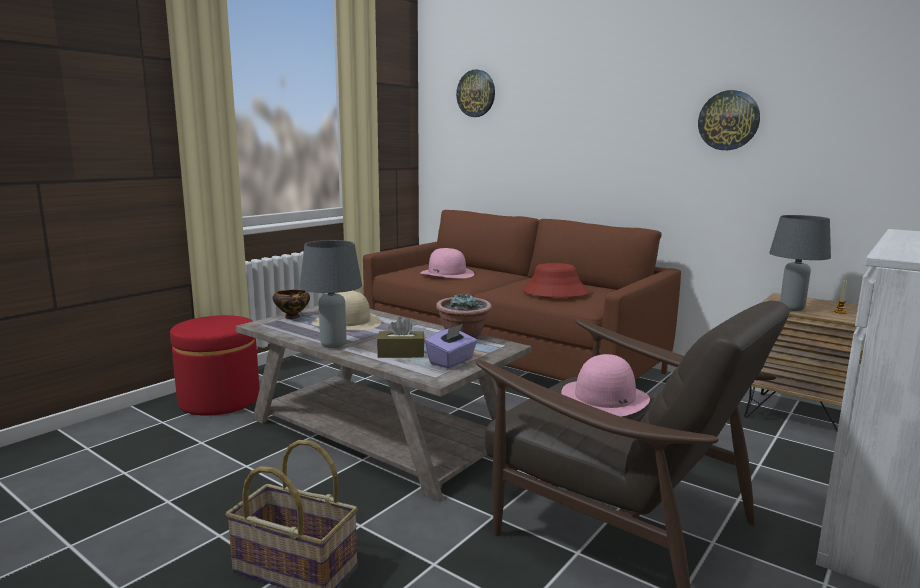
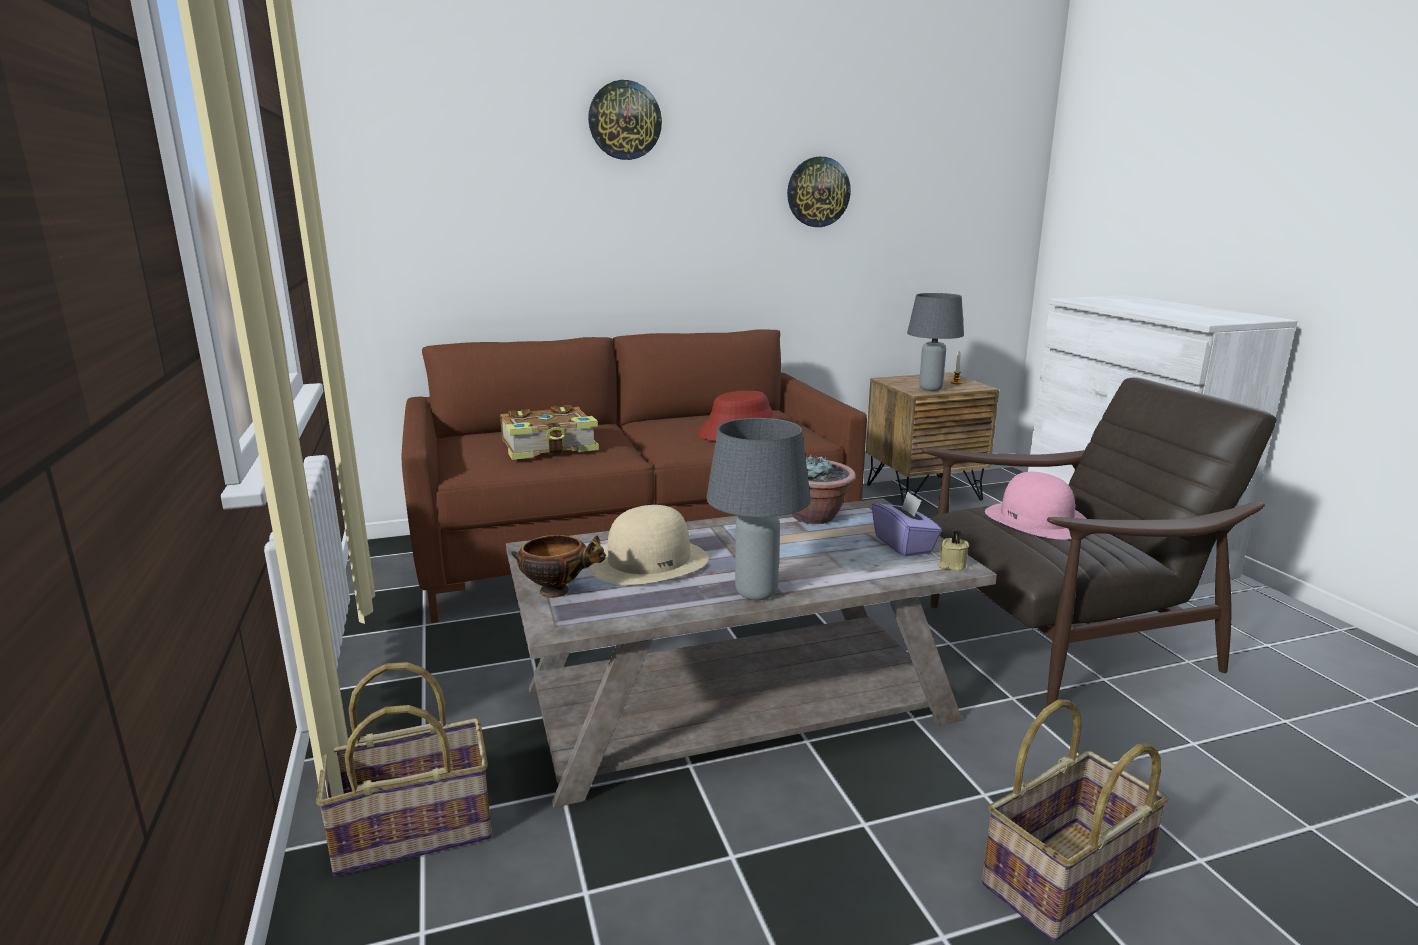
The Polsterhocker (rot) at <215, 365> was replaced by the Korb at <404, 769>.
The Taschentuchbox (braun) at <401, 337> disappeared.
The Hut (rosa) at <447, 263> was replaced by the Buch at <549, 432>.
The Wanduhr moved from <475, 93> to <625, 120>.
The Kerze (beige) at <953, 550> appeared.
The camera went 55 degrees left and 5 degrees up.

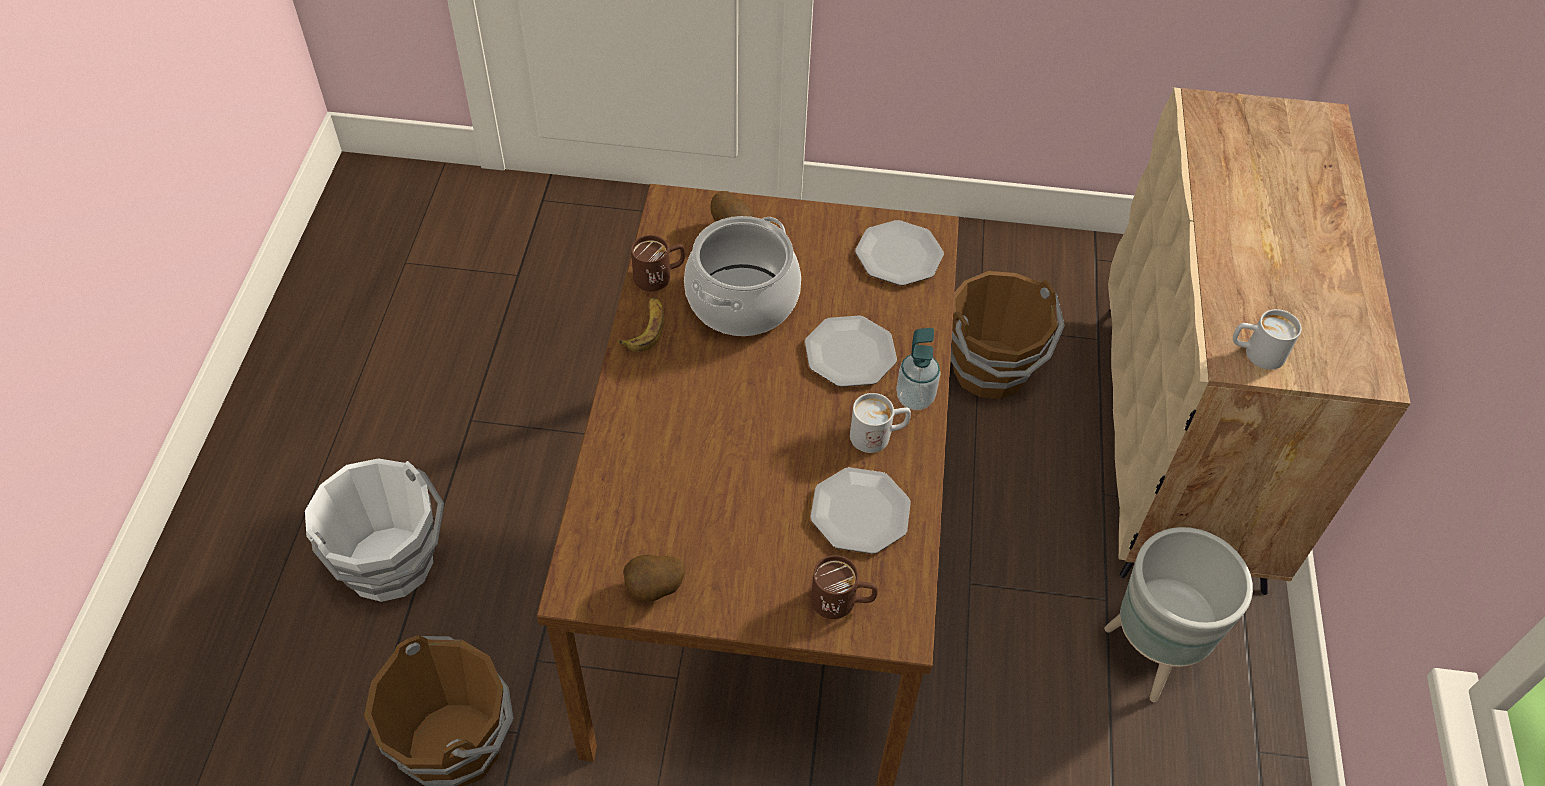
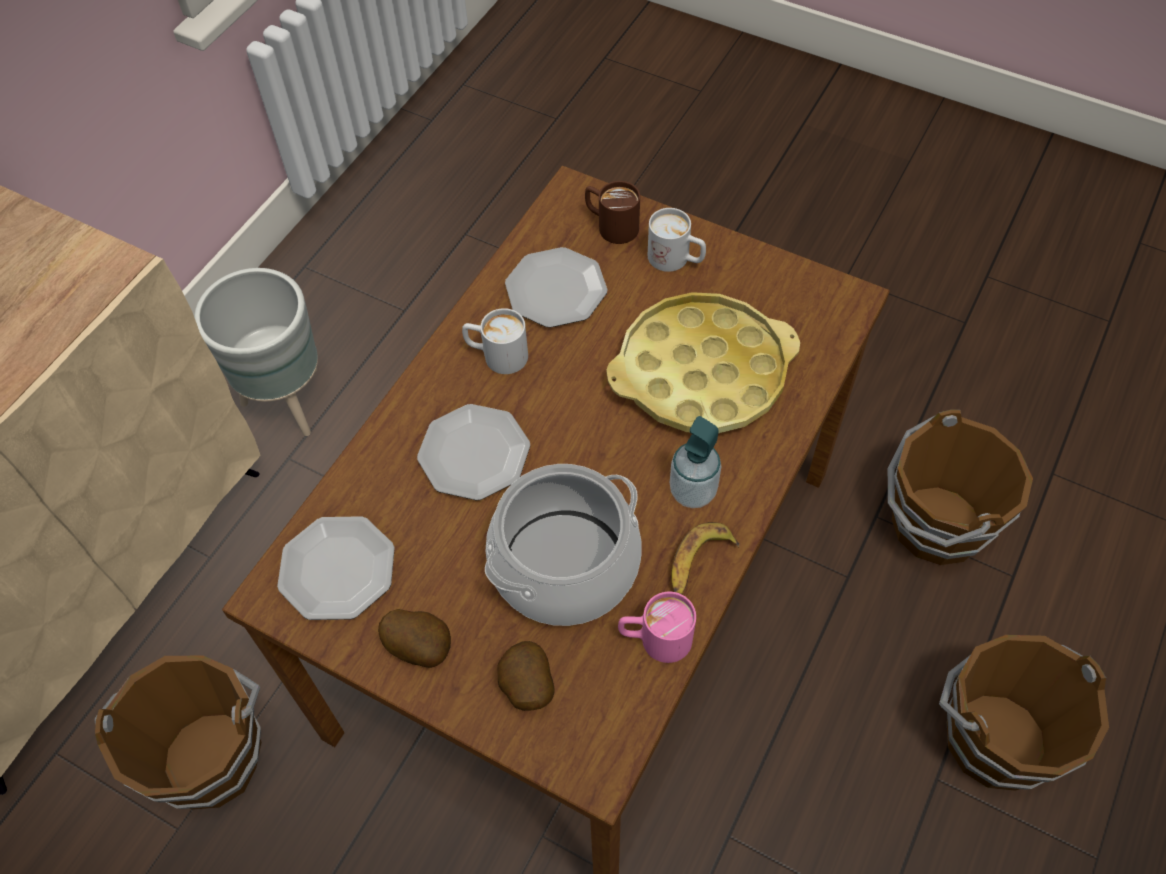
The Eimer (weiß) at <374, 530> became the Eimer (braun) at <1024, 713>.
The Kartoffel moved from <654, 578> to <414, 638>.
The Henkelbecher (braun) at <658, 263> became the Henkelbecher (rosa) at <657, 627>.
The Seifenspender moved from <918, 369> to <695, 462>.
The Henkelbecher (weiß) moved from <1267, 339> to <677, 240>.
The Tablett (gelb) at <703, 362> appeared.
The camera went 155 degrees left and 5 degrees up.

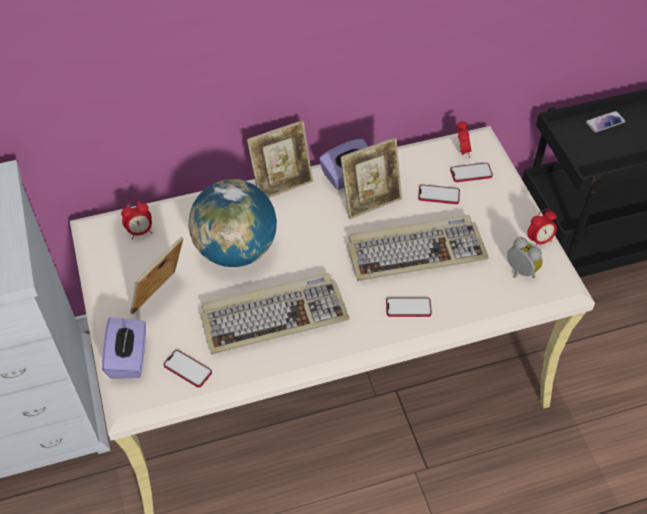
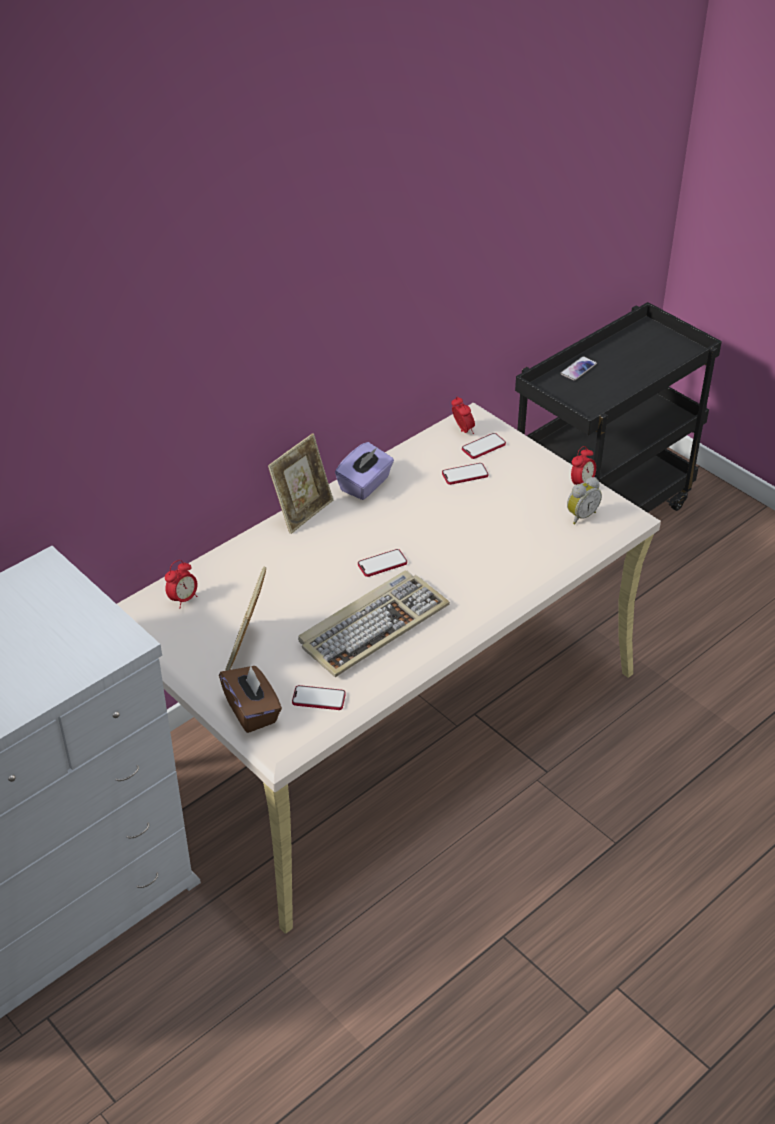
The Taschentuchbox (lila) at <124, 348> became the Taschentuchbox (braun) at <250, 699>.
The Globus at <233, 223> disappeared.
The Bilderrahmen at <371, 178> disappeared.
The Tastatur at <418, 248> disappeared.
The Handy moved from <409, 307> to <382, 563>.
The Wecker at <525, 257> turned 120 degrees clockwise.
The camera went 25 degrees left and 10 degrees down.

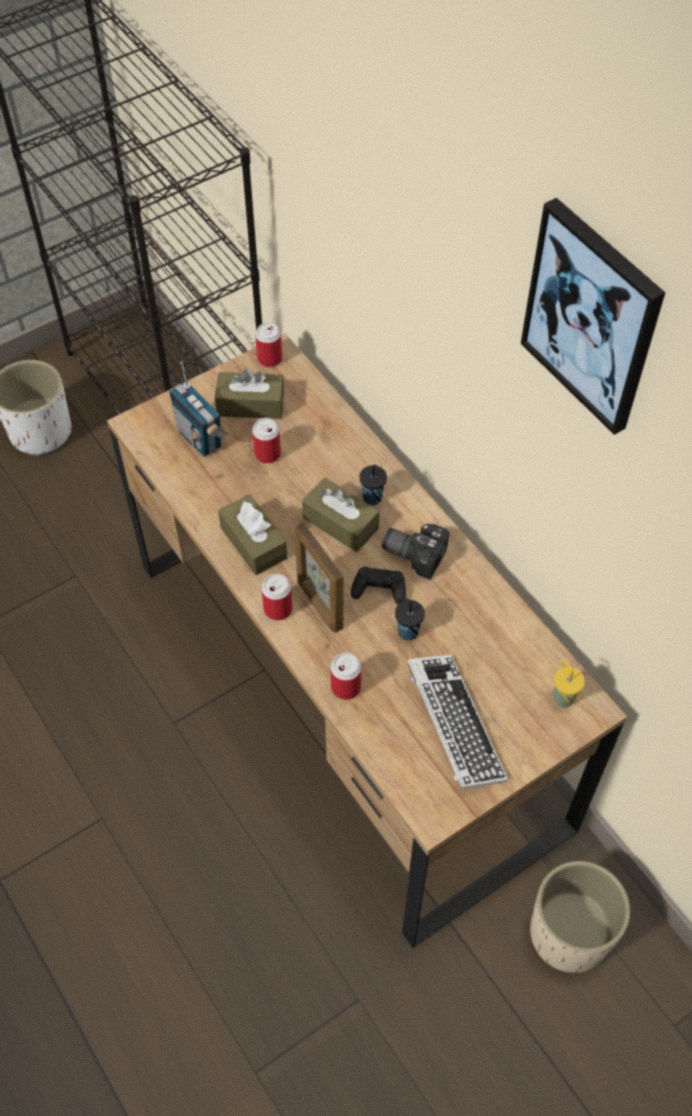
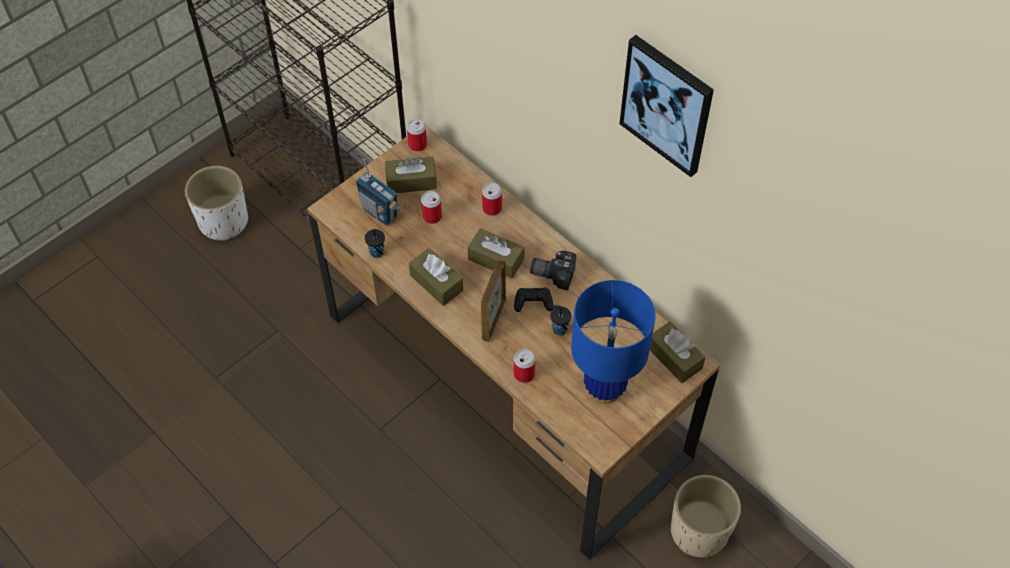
The Dose moved from <276, 597> to <492, 199>.
The Bilderrahmen at <319, 577> turned 60 degrees clockwise.
The Tasse (schwarz) moved from <373, 485> to <375, 243>.
The Tastatur at <457, 722> was replaced by the Tischlampe (blau) at <613, 342>.
The Tasse (gelb) at <569, 684> was replaced by the Taschentuchbox (braun) at <677, 352>.
The camera went 10 degrees left and 0 degrees up.

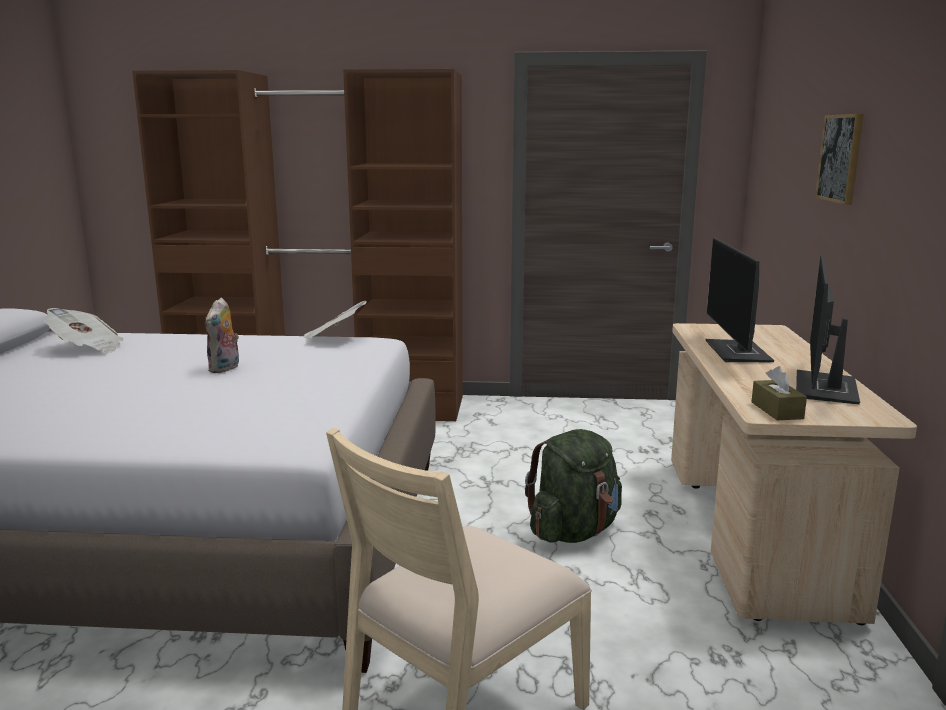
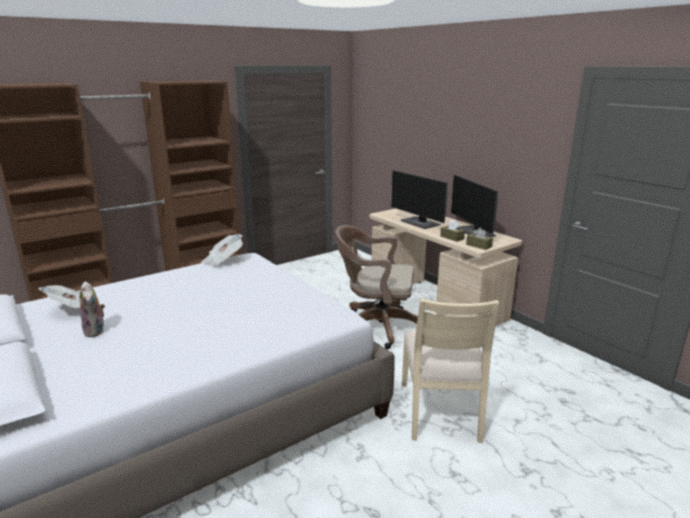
The Plüschtier moved from <222, 335> to <92, 309>.
The Rucksack (grün) at <573, 486> was replaced by the Bürostuhl (braun) at <376, 287>.
The Bild at <839, 159> disappeared.
The Taschentuchbox (braun) at <452, 231> appeared.
The camera went 40 degrees left and 5 degrees up.

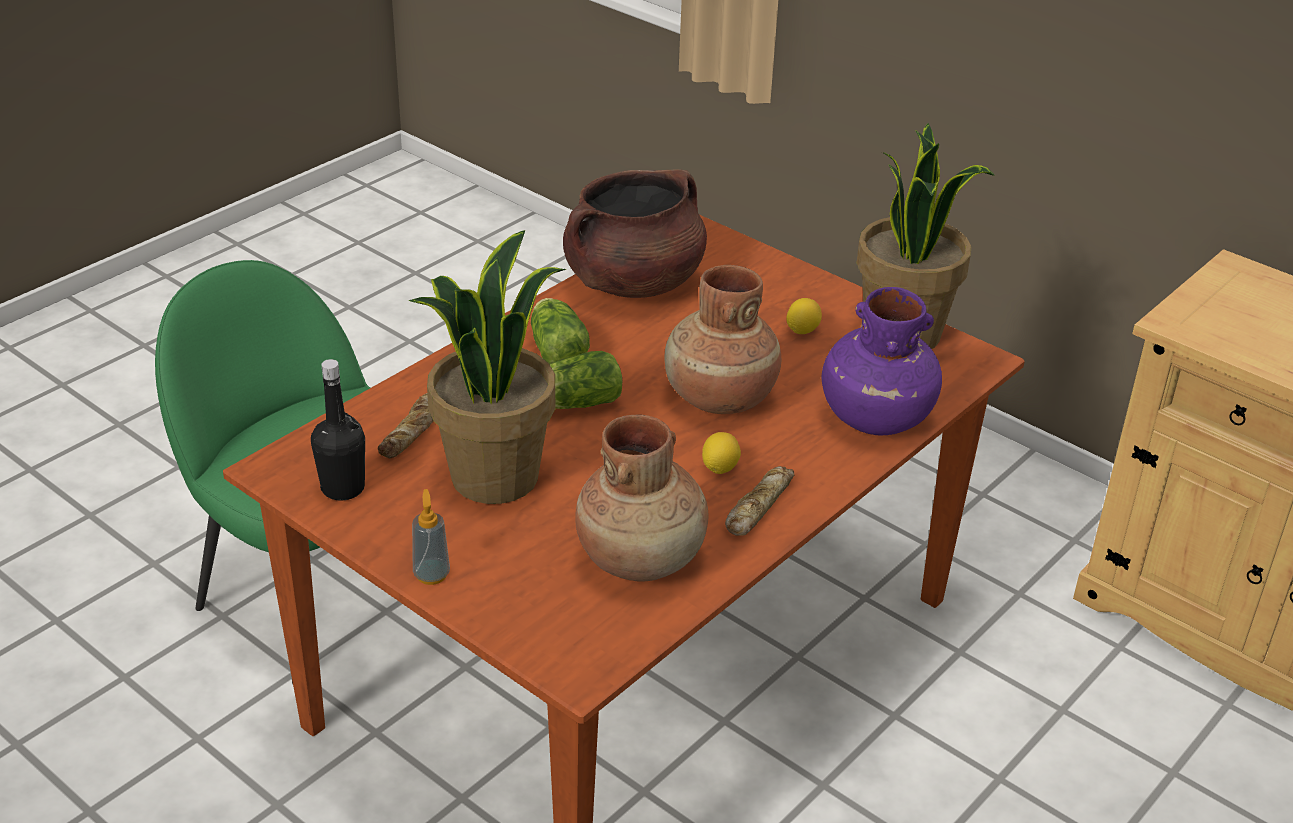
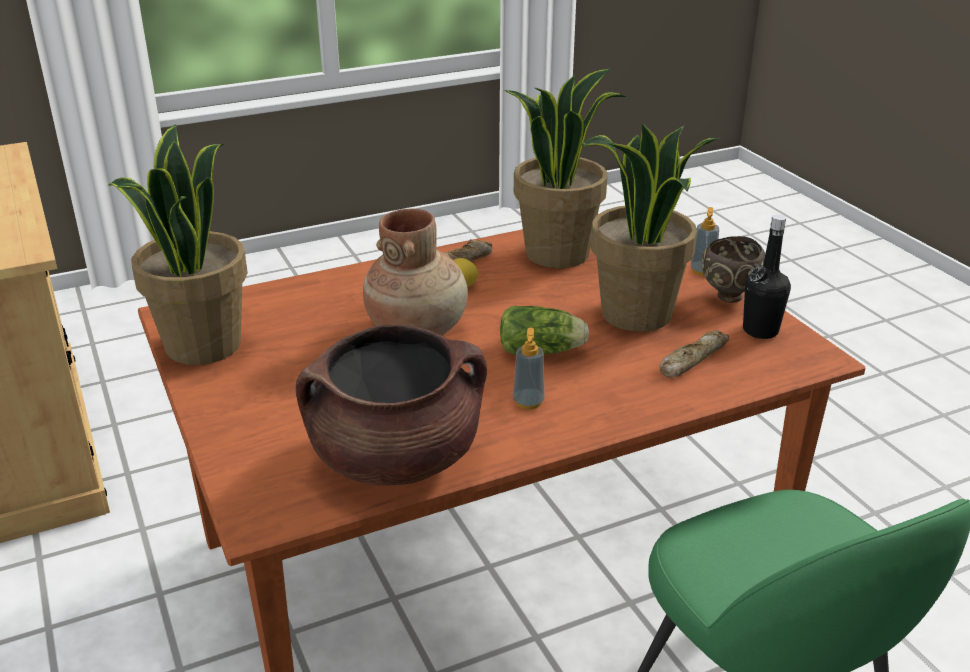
The Salatkopf at <560, 331> was replaced by the Seifenspender at <529, 369>.
The Vase (braun) at <641, 498> was replaced by the Topfpflanze at <565, 168>.
The Zitrone at <804, 316> disappeared.
The Vase (lila) at <882, 361> disappeared.
The Schüssel (braun) at <734, 269> appeared.
The camera went 155 degrees left and 5 degrees down.

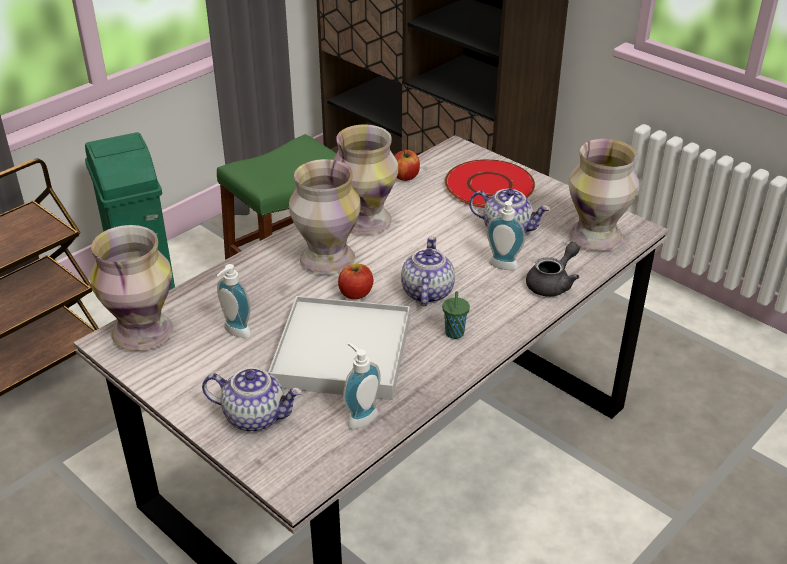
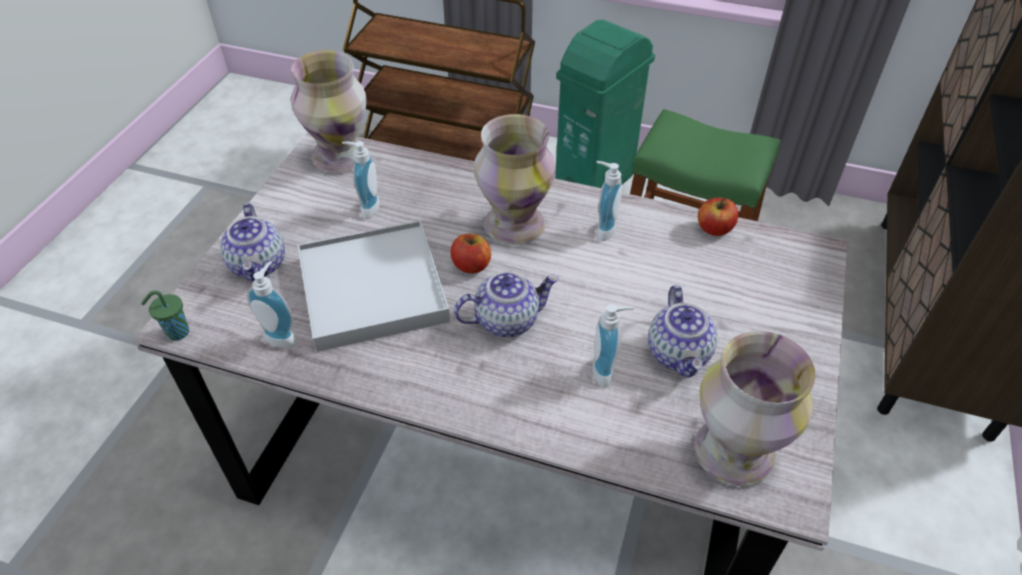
The Vase at <365, 179> was replaced by the Seifenspender at <609, 201>.
The Tasse (grün) moved from <456, 315> to <165, 315>.
The Teller (rot) at <490, 183> disappeared.
The Teekanne (grau) at <553, 269> disappeared.
The camera went 65 degrees right and 10 degrees up.

